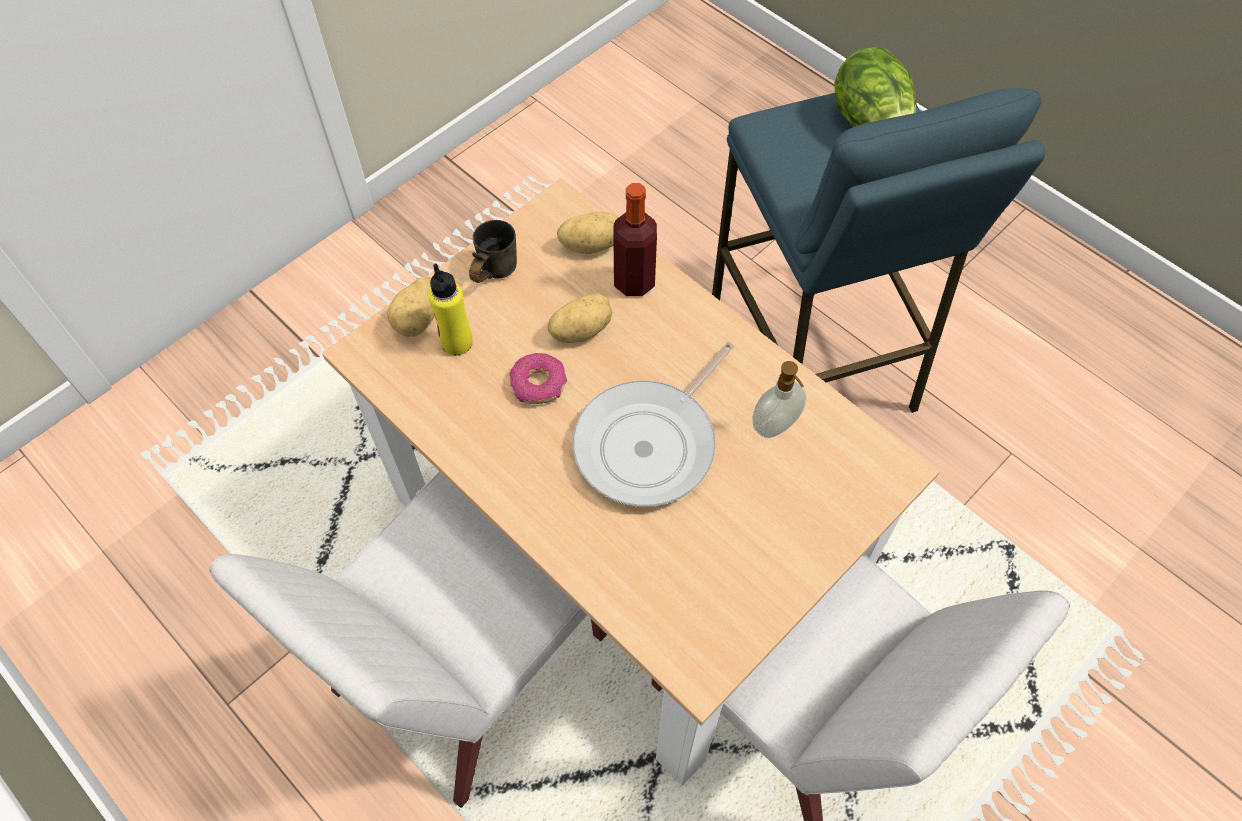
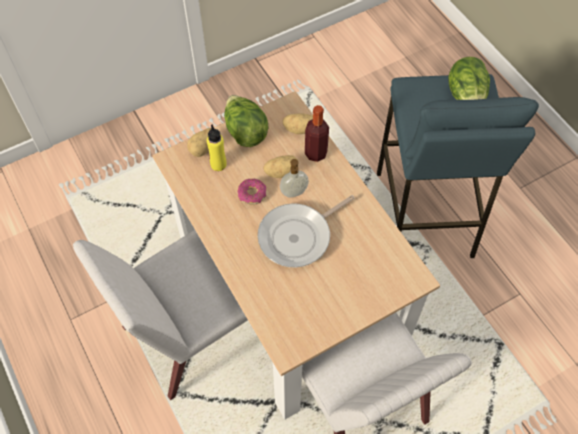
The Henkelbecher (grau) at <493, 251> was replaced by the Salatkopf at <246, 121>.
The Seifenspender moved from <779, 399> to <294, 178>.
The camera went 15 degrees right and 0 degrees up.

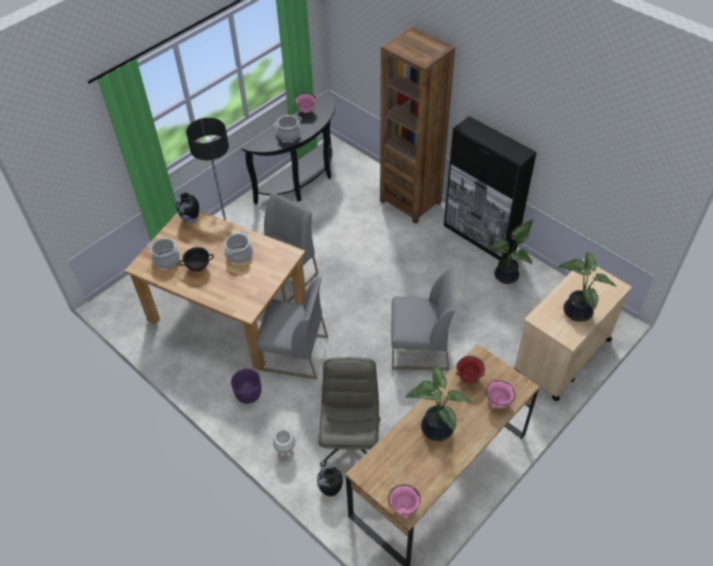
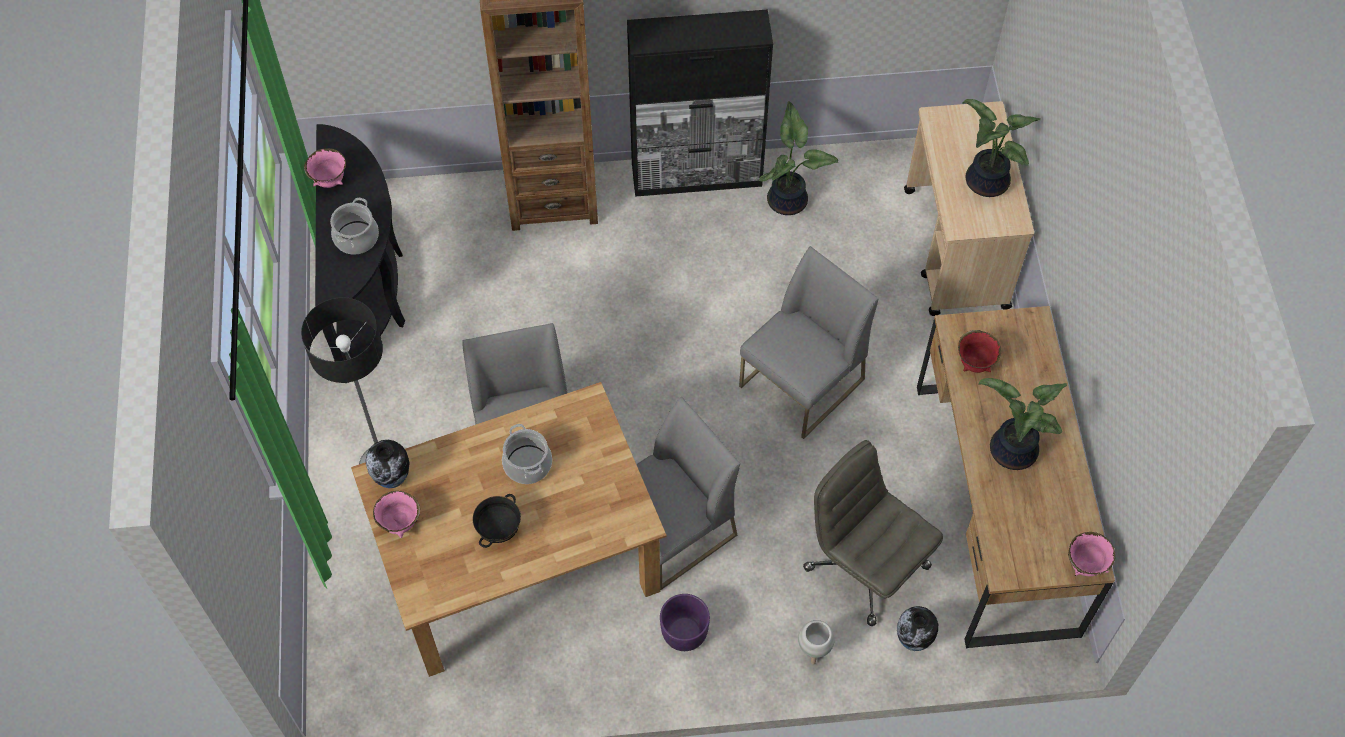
The Kochtopf at <163, 253> disappeared.
The Schüssel (rosa) moved from <500, 394> to <396, 514>.
The camera went 50 degrees left and 10 degrees up.

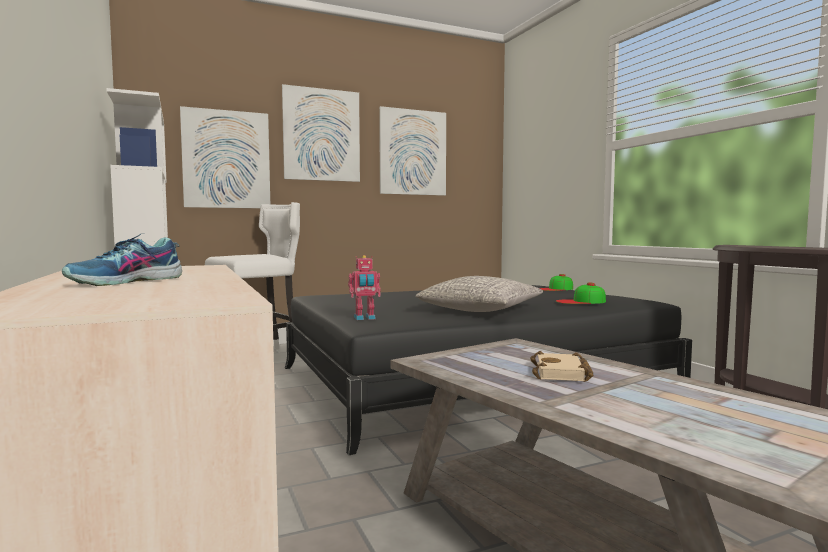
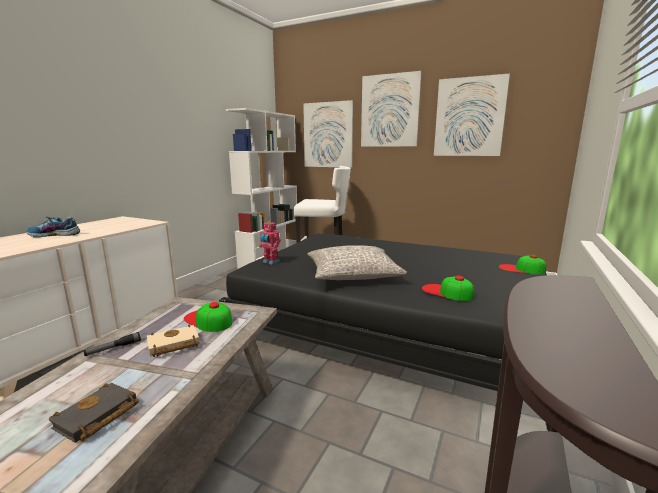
The Buch (schwarz) at <94, 413> appeared.
The Taschenlampe at <112, 344> appeared.
The Kappe at <208, 317> appeared.
The camera went 50 degrees right and 10 degrees up.

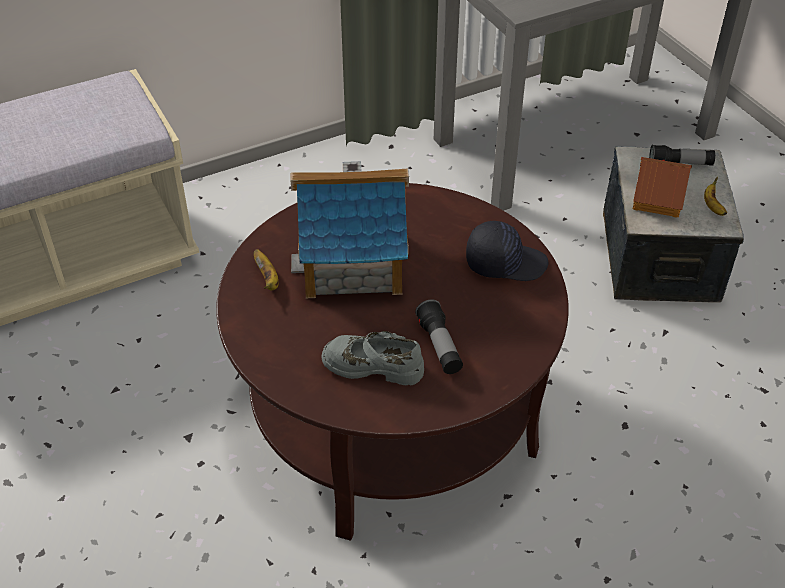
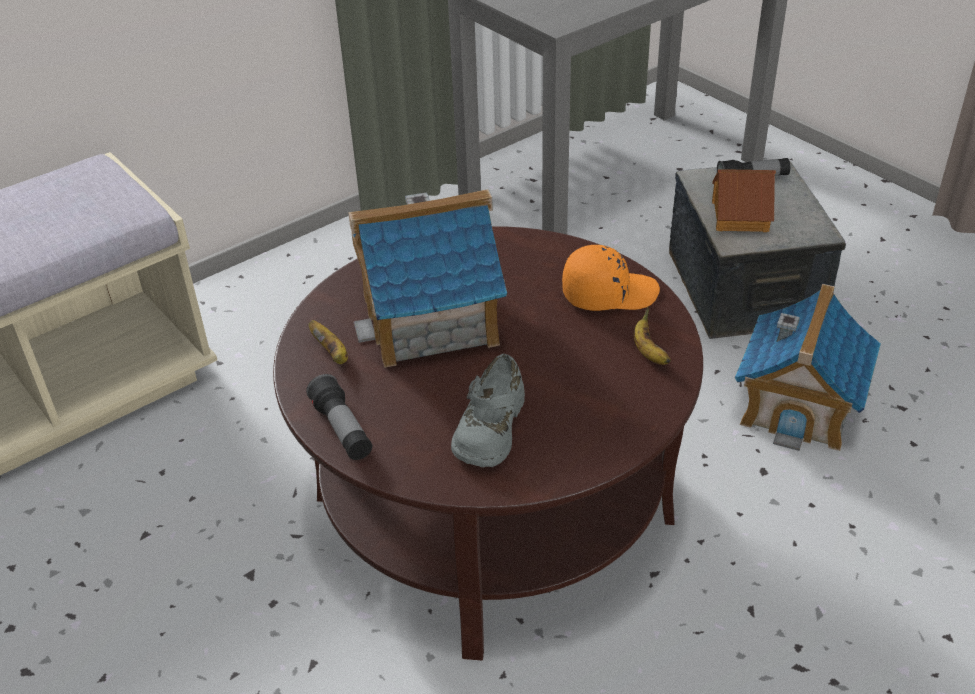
The Schuh (grau) at <373, 358> turned 75 degrees counterclockwise.
The Taschenlampe moved from <439, 336> to <339, 417>.
The Kappe (schwarz) at <507, 251> became the Kappe (orange) at <611, 278>.
The Banane moved from <715, 196> to <652, 336>.
The Spielzeughaus at <808, 367> appeared.
The camera went 10 degrees left and 5 degrees down.

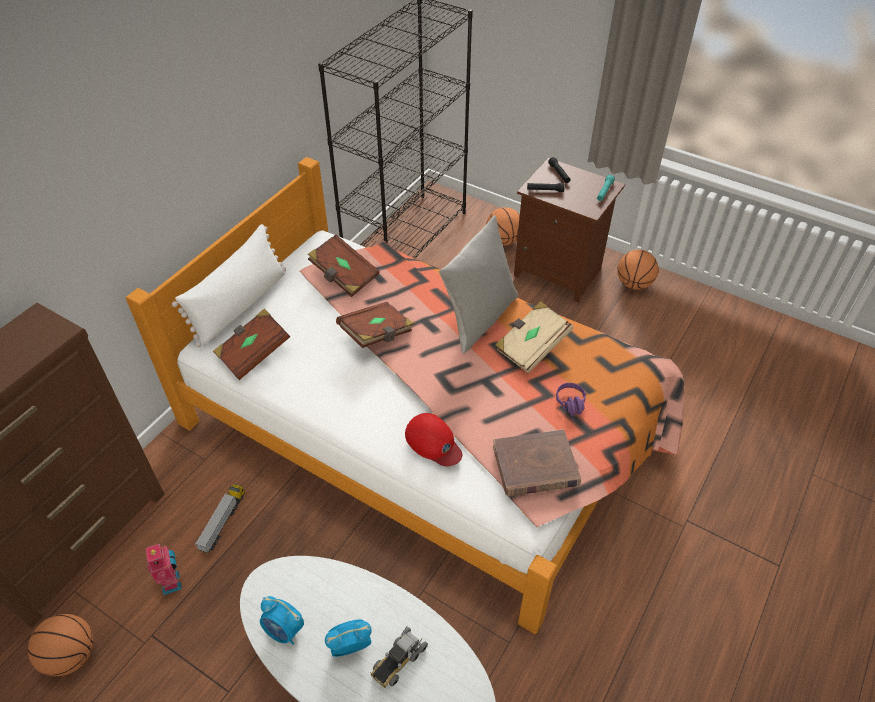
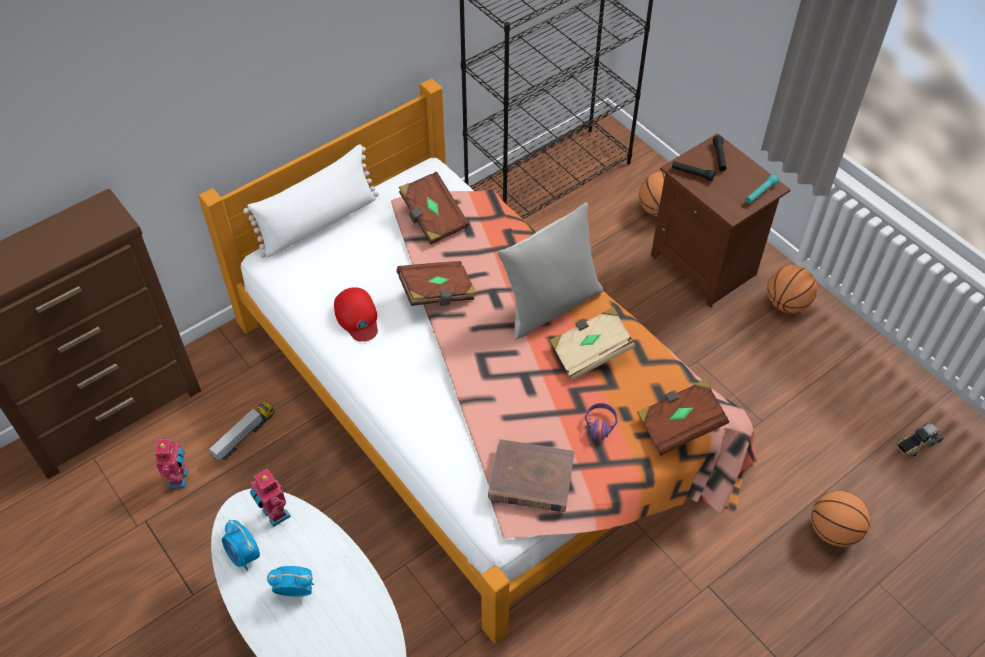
The Basketball moved from <61, 645> to <840, 518>.
The Buch (braun) moved from <251, 344> to <683, 417>.
The Spielzeuglaster moved from <399, 657> to <920, 437>.
The Kappe (rot) moved from <433, 439> to <356, 314>.
The Spielzeugroboter at <270, 498> appeared.
The camera went 20 degrees right and 5 degrees up.

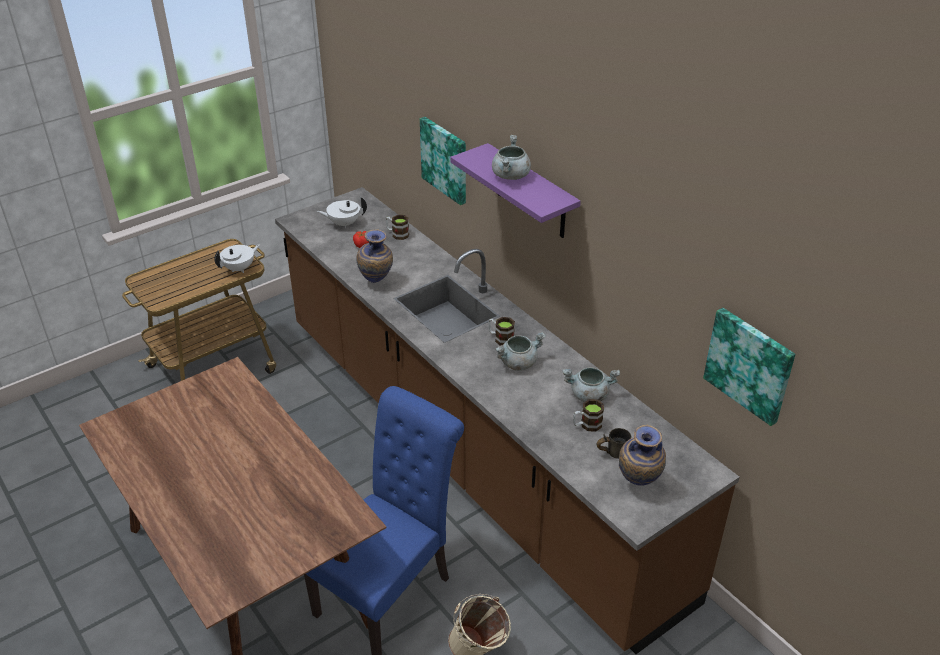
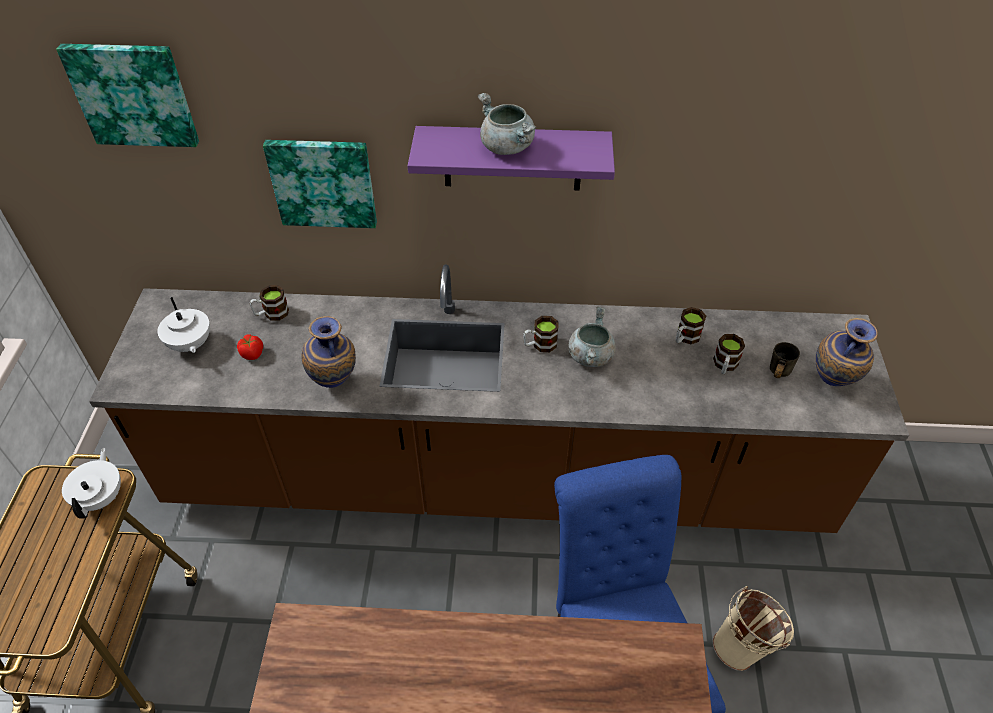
The Teekanne (weiß) at <342, 212> turned 60 degrees counterclockwise.
The Kochtopf (grau) at <591, 384> was replaced by the Henkelbecher at <690, 325>.
The Bild moved from <749, 367> to <127, 95>.
The camera went 50 degrees left and 10 degrees up.

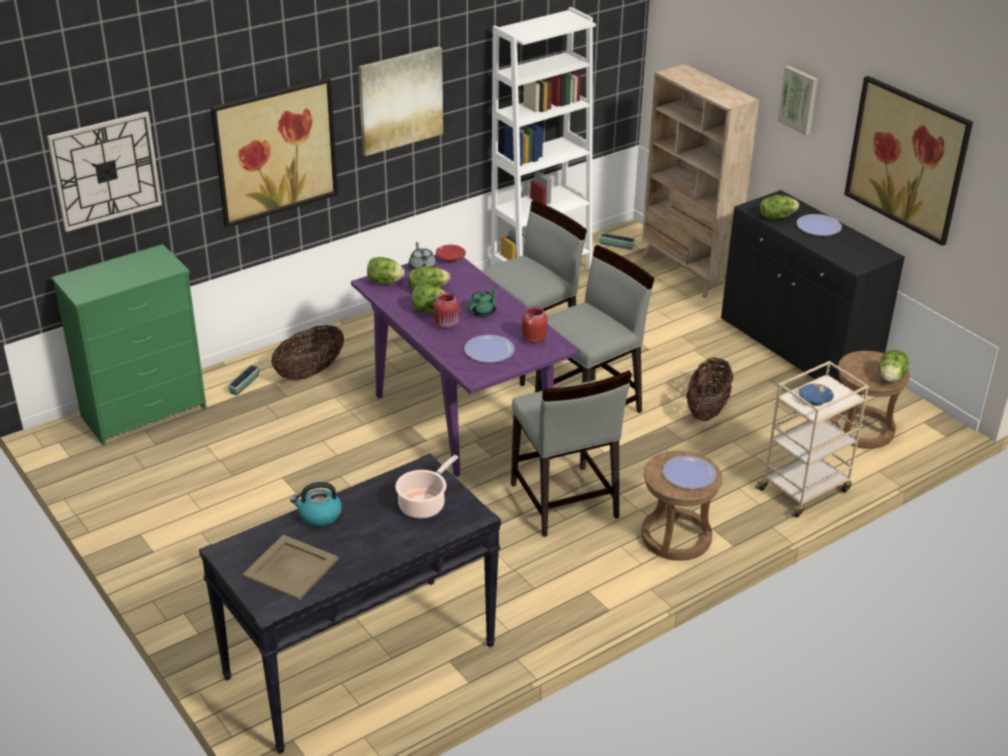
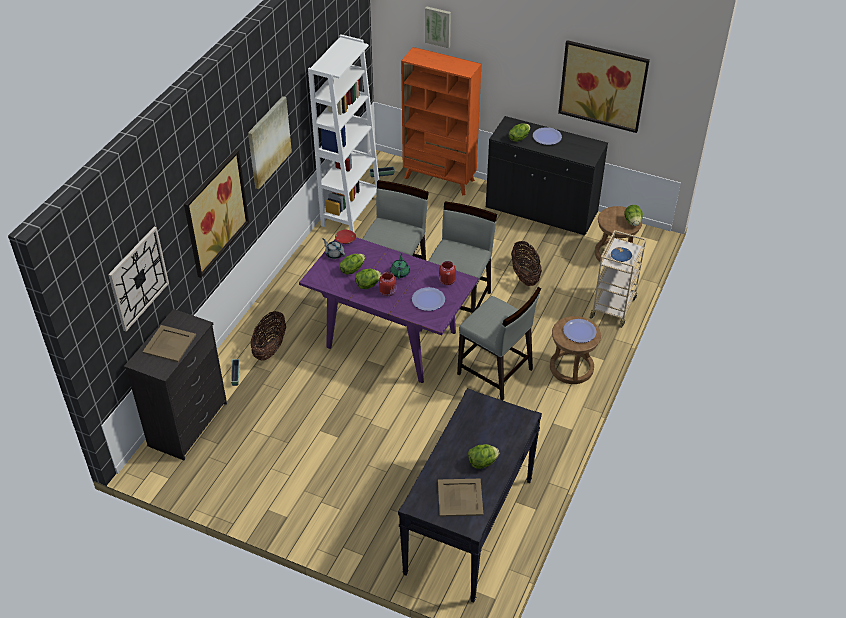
The Kommode (grün) at <129, 345> became the Kommode (schwarz) at <175, 384>.
The Wasserkessel at <316, 504> disappeared.
The Salatkopf moved from <385, 270> to <483, 456>.
The Kochtopf at <426, 486> disappeared.
The Bücherregal (beige) at <700, 181> became the Bücherregal (orange) at <441, 121>.
The Bild moved from <798, 100> to <438, 27>.
The Tablett (beige) at <169, 343> appeared.
The camera went 30 degrees left and 10 degrees up.

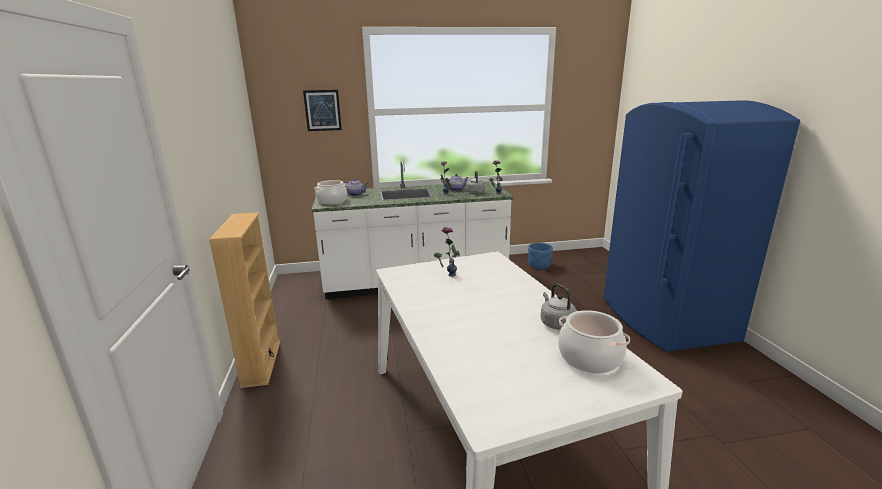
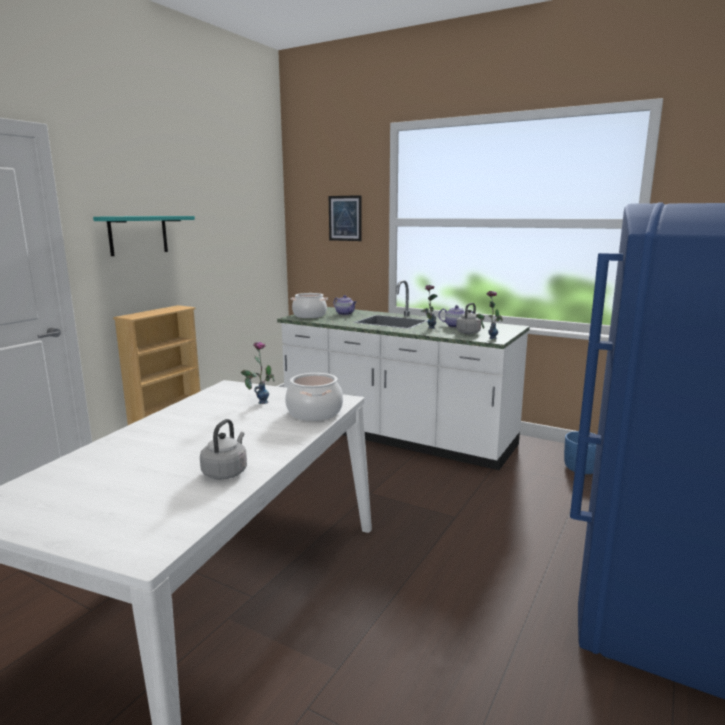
The Kochtopf moved from <594, 341> to <314, 397>.
The Wandregal (türkis) at <144, 236> appeared.
The camera went 40 degrees right and 5 degrees down.

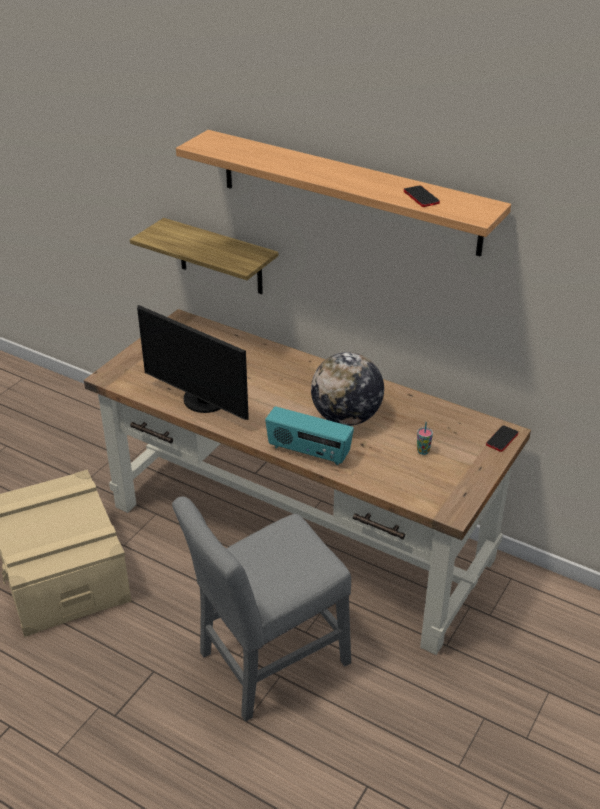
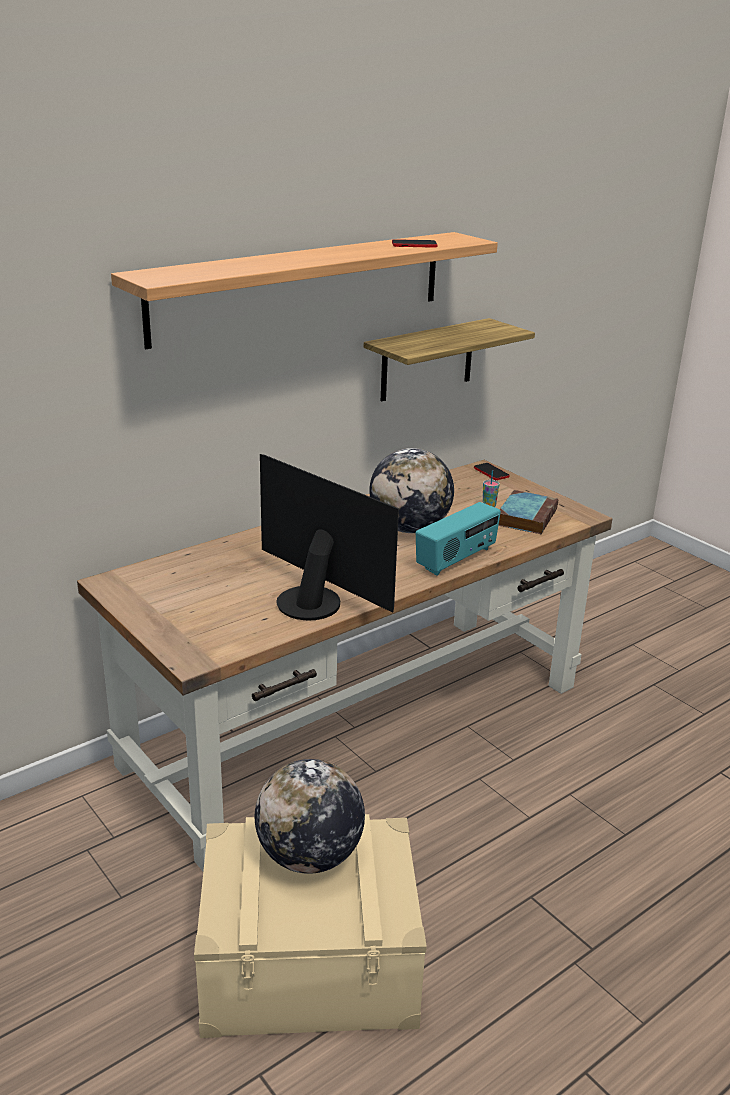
The Wandregal moved from <204, 256> to <449, 359>.
The Monitor at <193, 362> turned 105 degrees counterclockwise.
The Stuhl (grau) at <261, 609> disappeared.
The Globus at <310, 816> appeared.
The Buch at <528, 512> appeared.
The camera went 70 degrees left and 10 degrees down.

